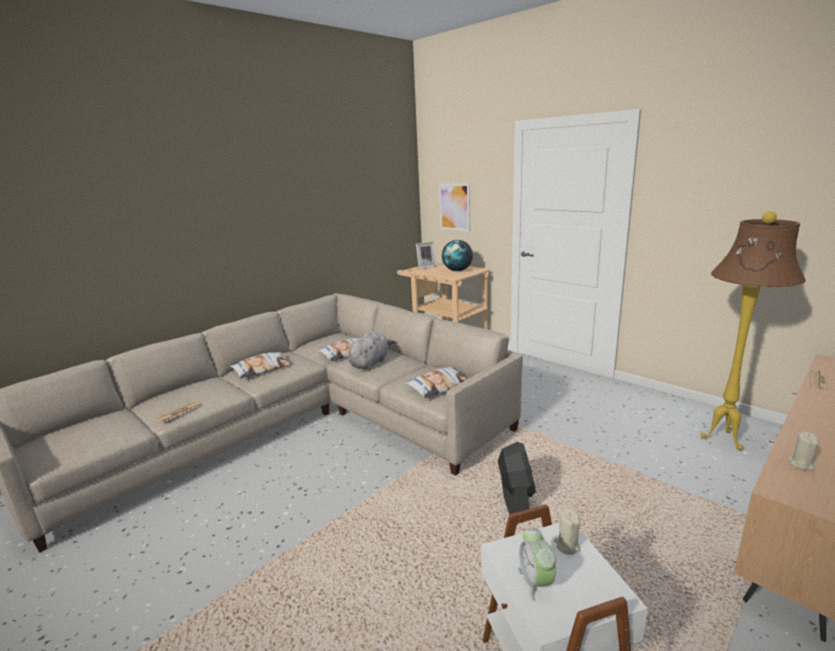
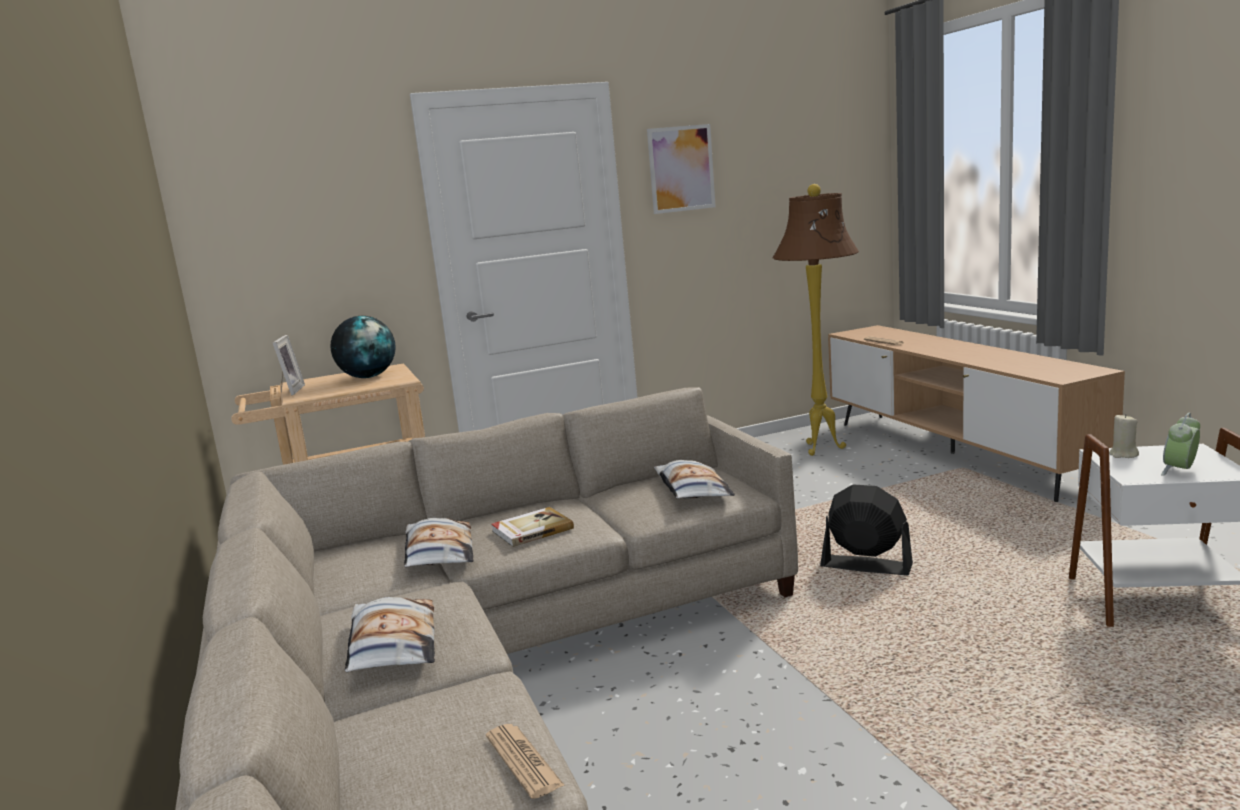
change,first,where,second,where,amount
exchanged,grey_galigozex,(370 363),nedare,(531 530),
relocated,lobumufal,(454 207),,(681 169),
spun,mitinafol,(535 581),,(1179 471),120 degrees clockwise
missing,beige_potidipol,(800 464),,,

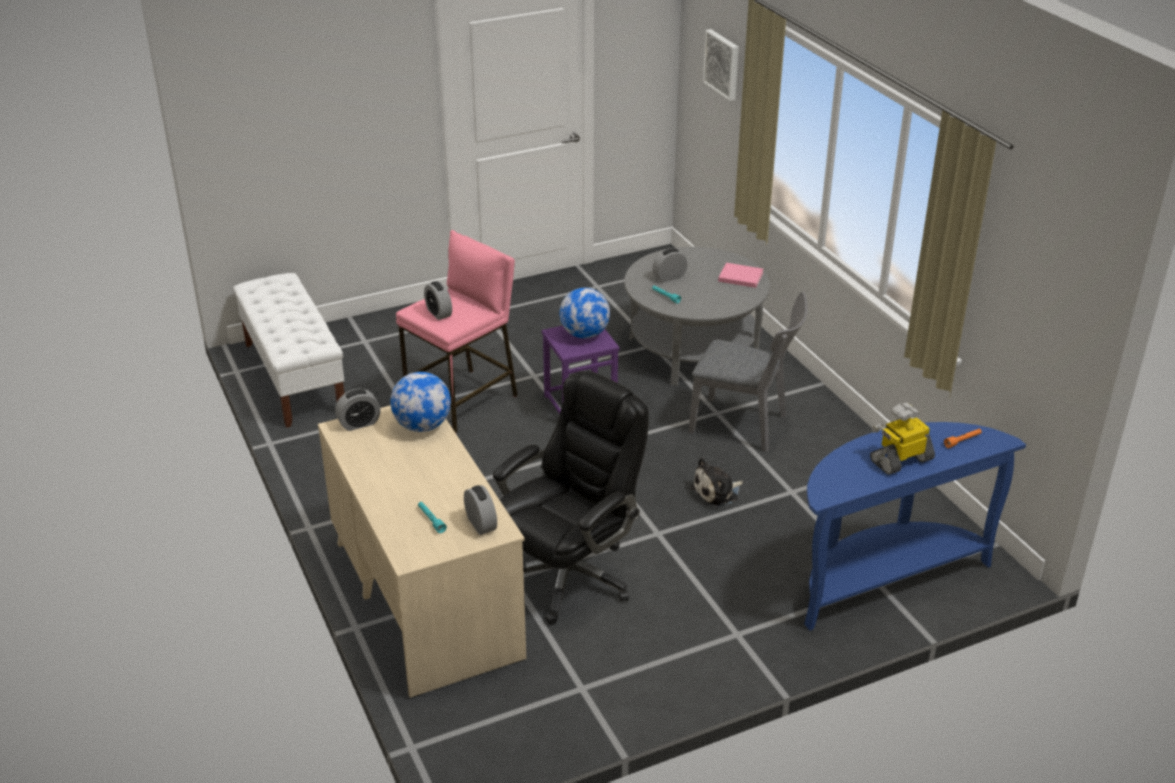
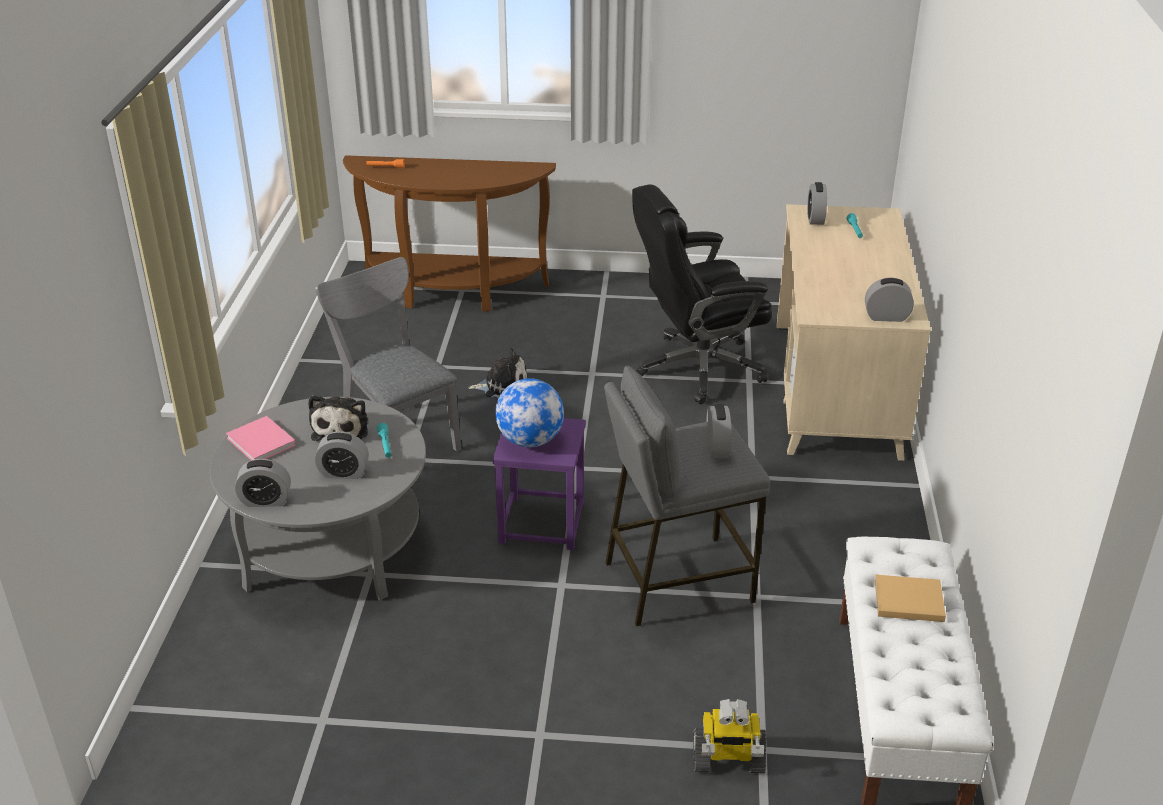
change,first,where,second,where,amount
missing,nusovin,(422 426),,,
colour,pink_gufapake,(463 400),grey_gufapake,(677 581),
missing,lobumufal,(723 64),,,
colour,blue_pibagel,(884 577),brown_pibagel,(452 292),
relocated,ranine,(900 460),,(728 759),
appeared,,,mitinafol,(265 500),
appeared,,,galigozex,(342 427),
appeared,,,beige_nedare,(906 600),

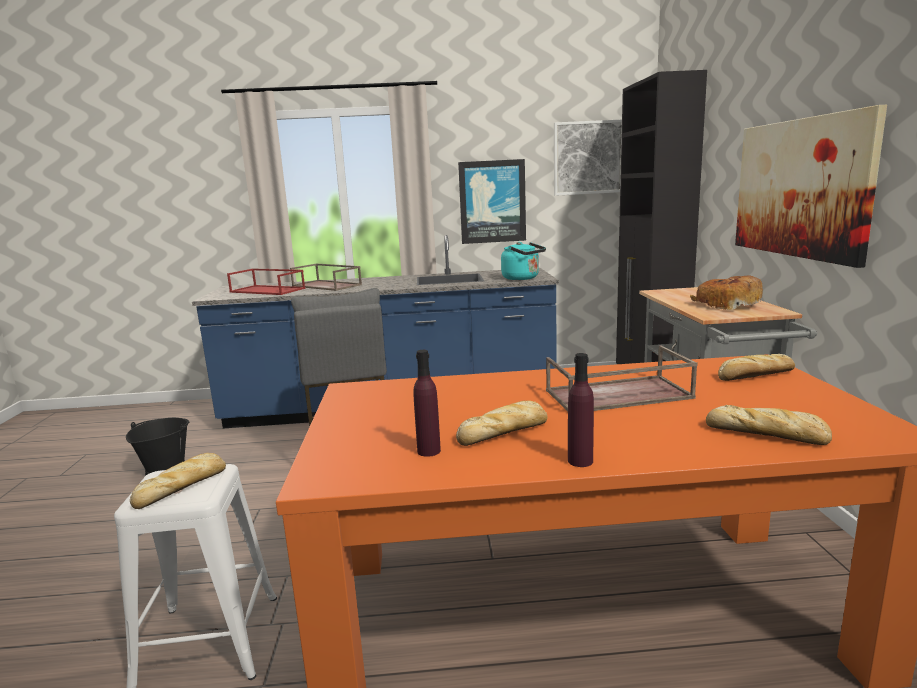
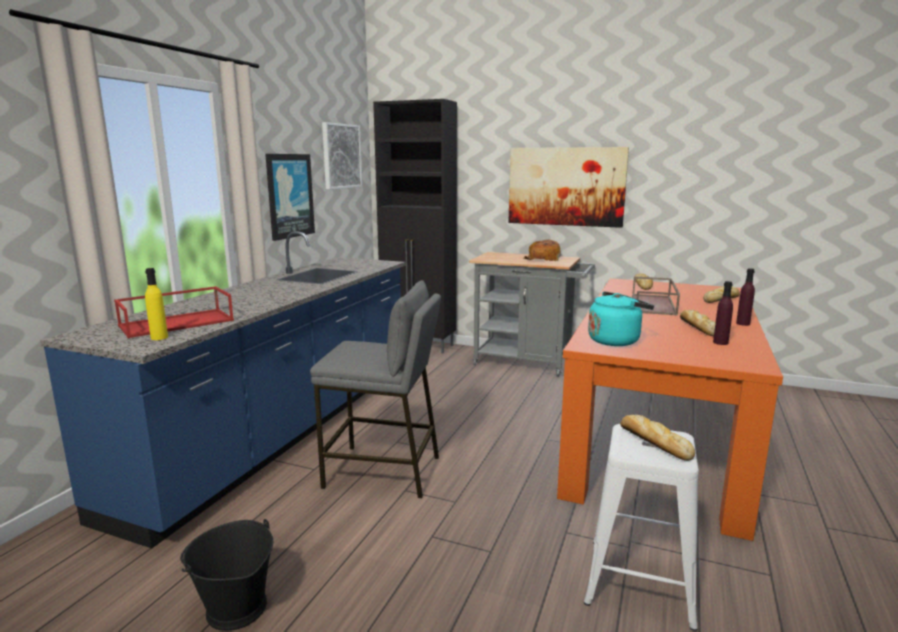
change,first,where,second,where,amount
missing,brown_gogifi,(327 285),,,
relocated,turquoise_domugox,(522 278),,(616 340),
appeared,,,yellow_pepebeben,(159 337),

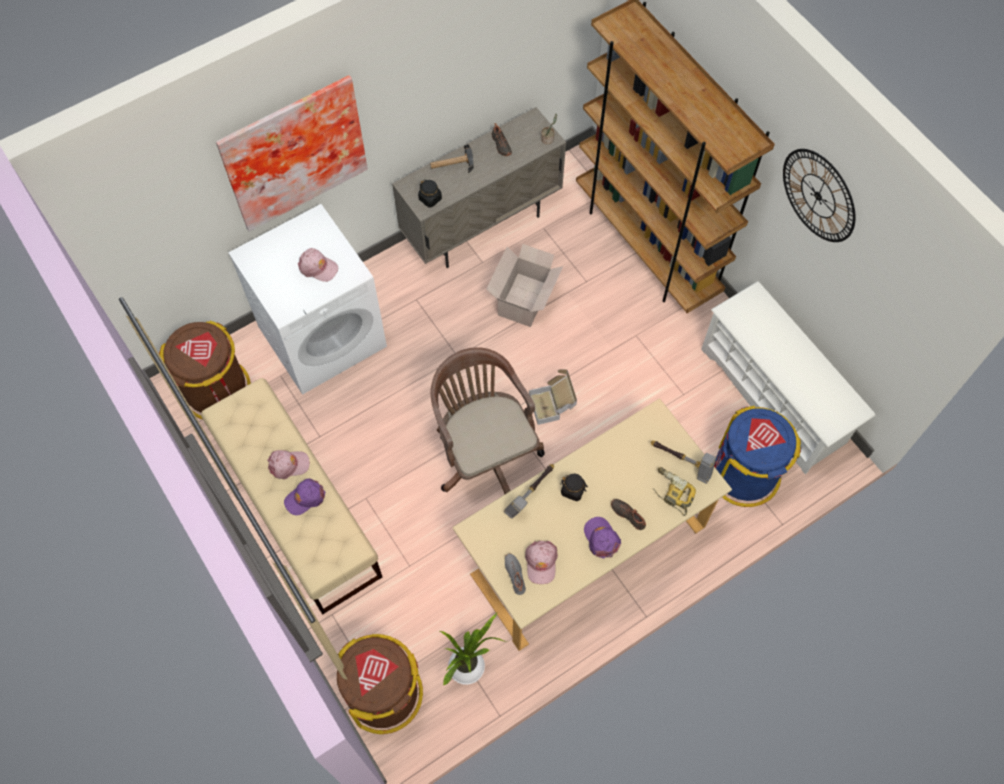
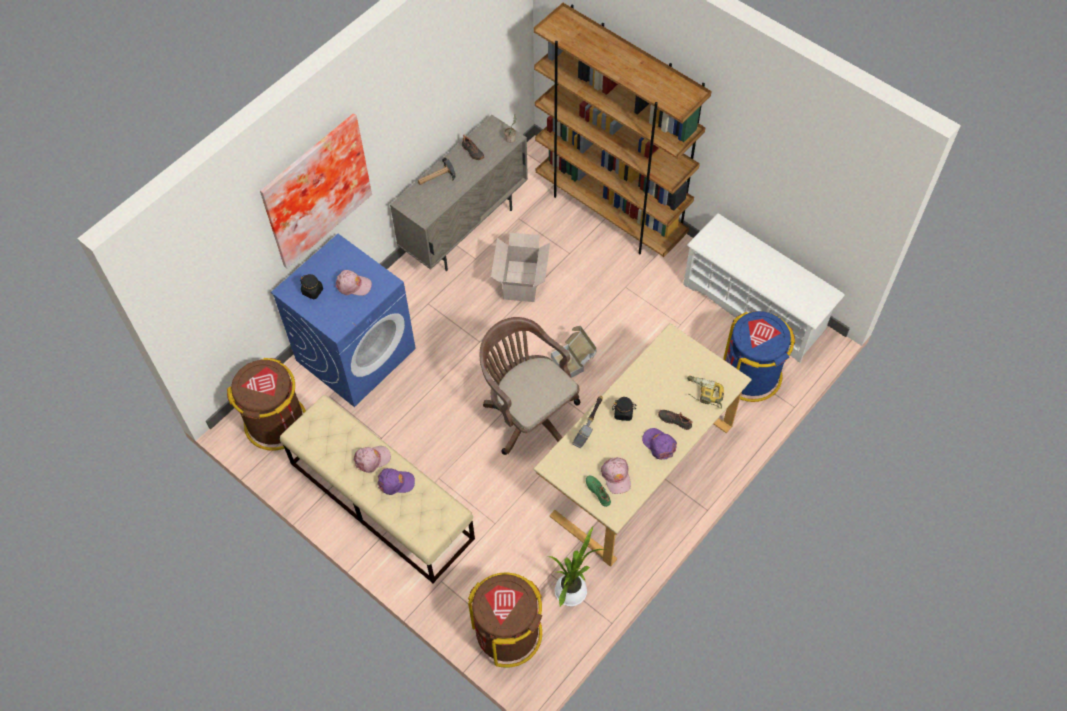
change,first,where,second,where,amount
colour,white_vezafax,(322 336),blue_vezafax,(356 354),
spun,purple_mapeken,(305 498),,(396 482),135 degrees counterclockwise
relocated,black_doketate,(430 199),,(313 291),
colour,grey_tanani,(516 575),green_tanani,(598 491),
missing,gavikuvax,(682 463),,,
missing,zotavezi,(818 195),,,

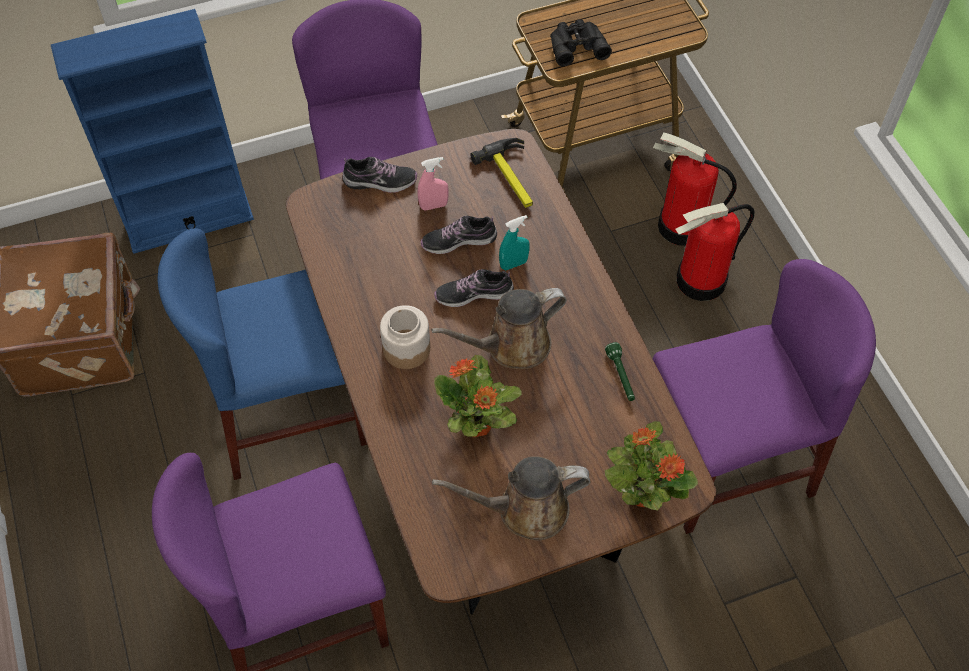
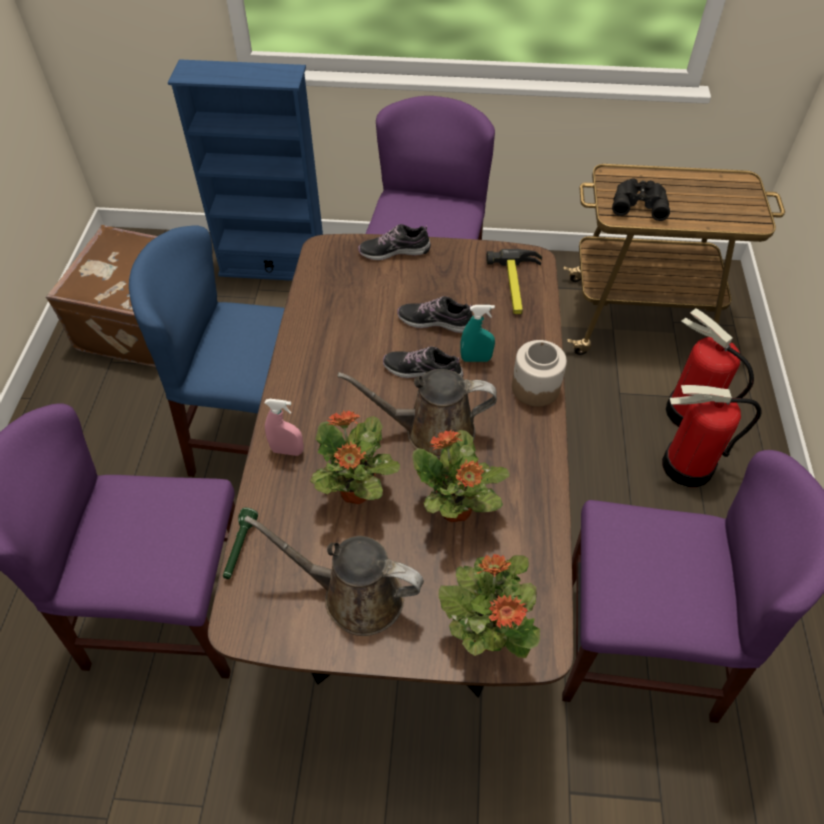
change,first,where,second,where,amount
spun,tanani,(380 181),,(394 251),150 degrees clockwise
relocated,doketate,(406 348),,(535 387),
relocated,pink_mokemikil,(433 206),,(287 451),
relocated,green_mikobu,(621 376),,(240 548),
appeared,,,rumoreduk,(456 510),

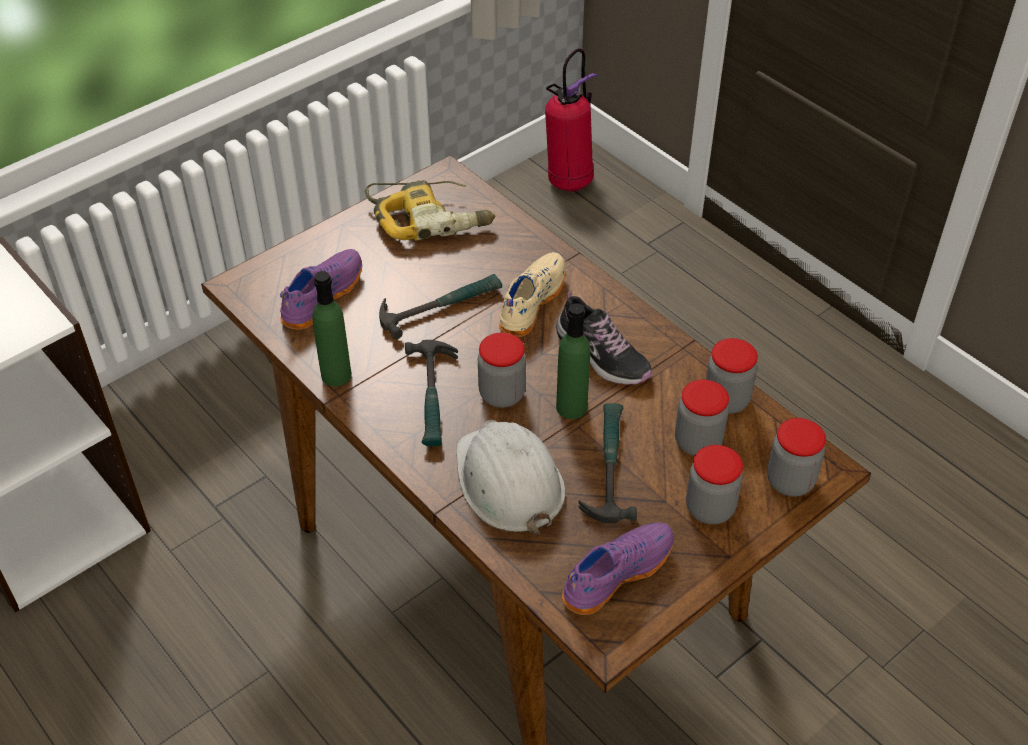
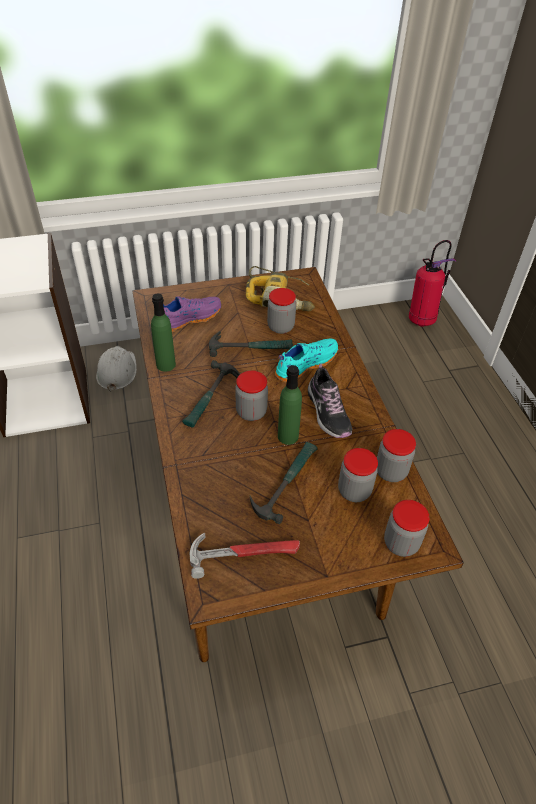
change,first,where,second,where,amount
relocated,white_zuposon,(508 481),,(117 371),
colour,beige_tanani,(530 302),turquoise_tanani,(305 364),
exchanged,purple_tanani,(615 573),gavikuvax,(245 552),
relocated,doketate,(710 508),,(280 327),

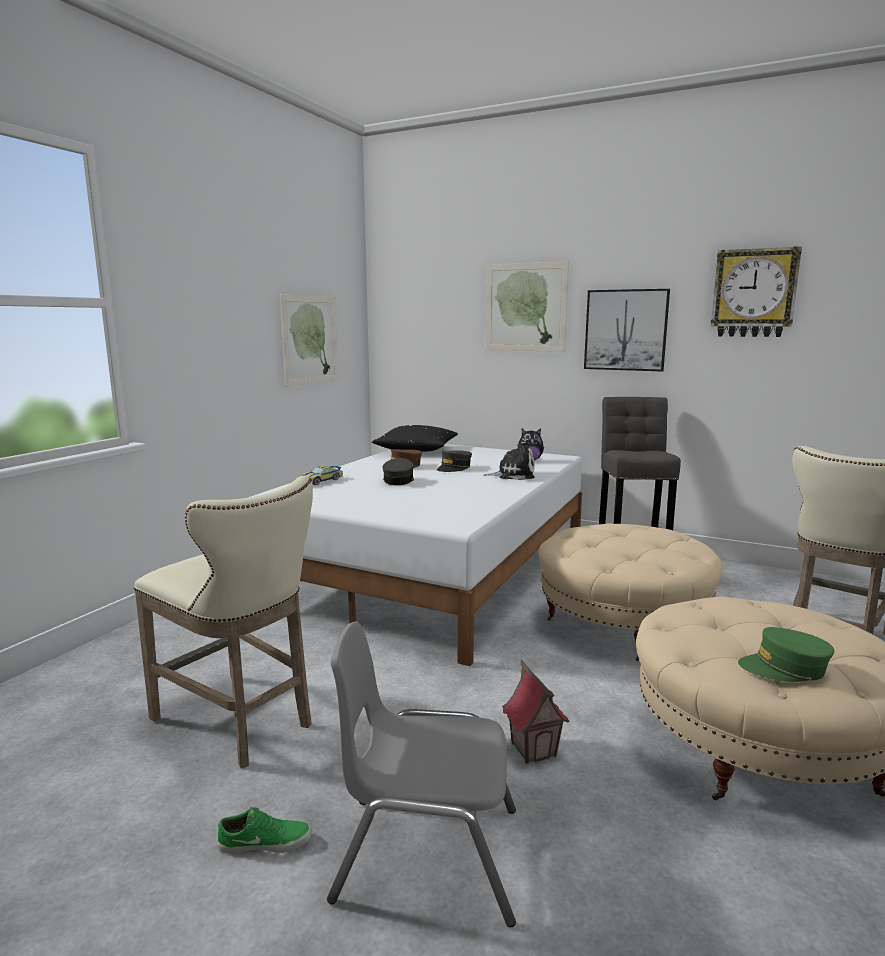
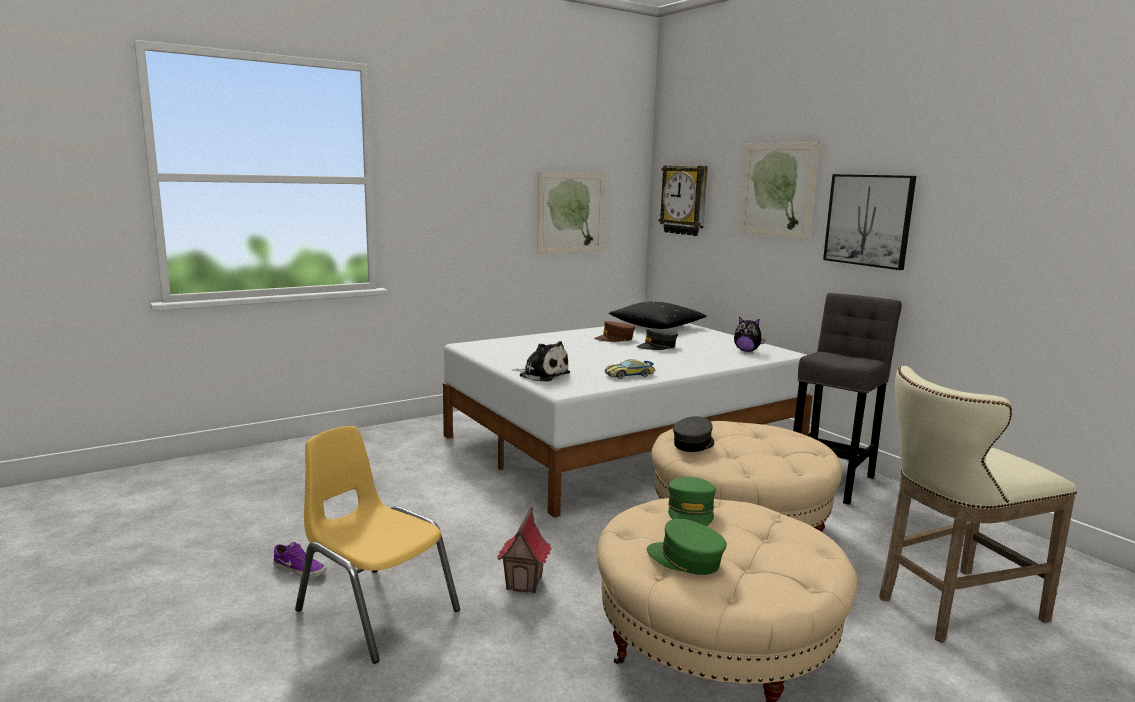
change,first,where,second,where,amount
missing,beige_gufapake,(239 723),,,
colour,green_tanani,(265 841),purple_tanani,(301 569),
relocated,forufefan,(321 481),,(629 375),
colour,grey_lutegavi,(427 854),yellow_lutegavi,(376 610),
relocated,grey_mapeken,(398 480),,(693 444),
relocated,galigozex,(513 475),,(542 375),
relocated,zotavezi,(754 293),,(684 200),
appeared,,,green_mapeken,(691 512),

